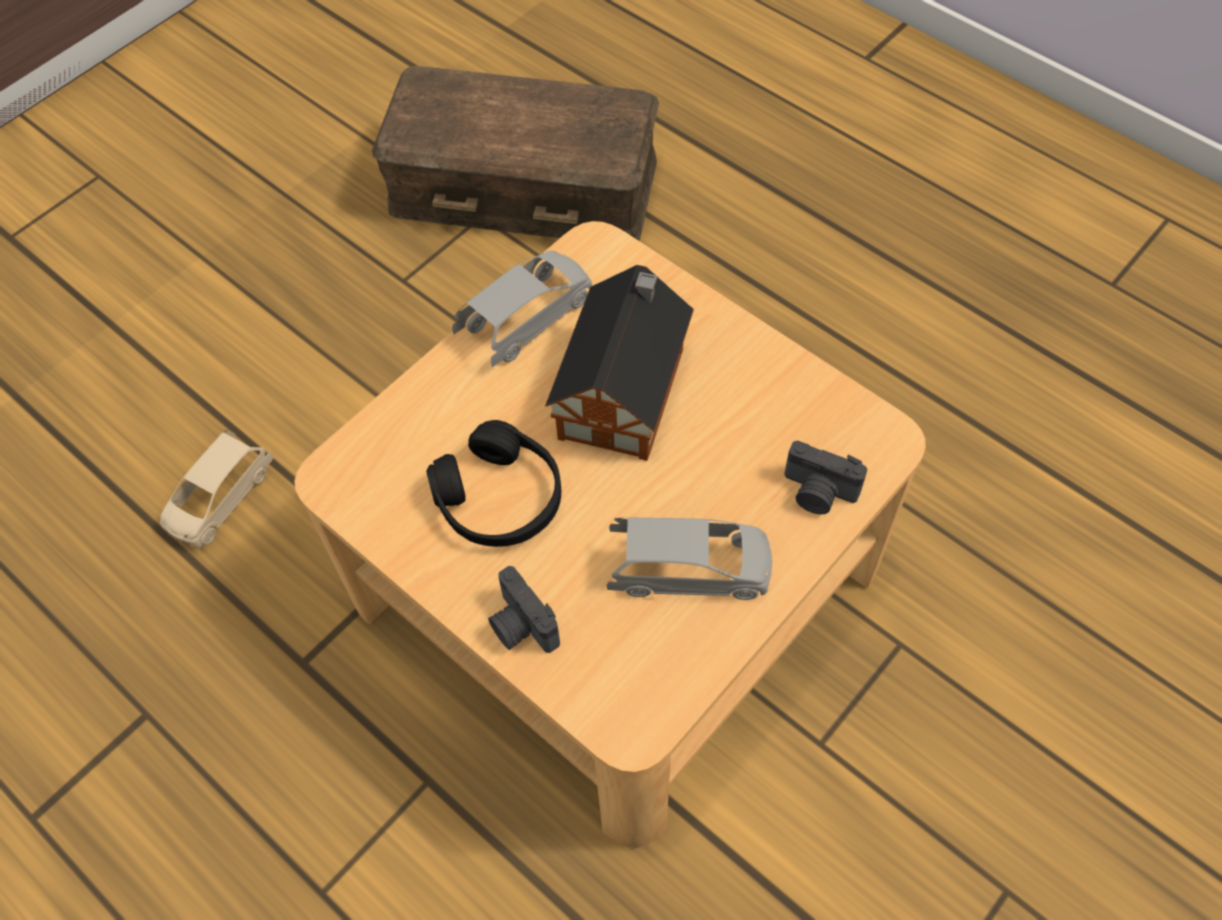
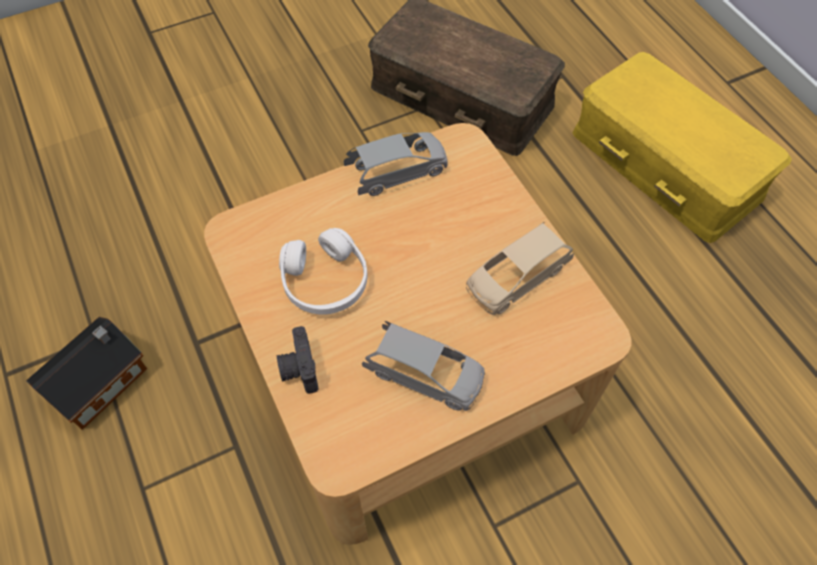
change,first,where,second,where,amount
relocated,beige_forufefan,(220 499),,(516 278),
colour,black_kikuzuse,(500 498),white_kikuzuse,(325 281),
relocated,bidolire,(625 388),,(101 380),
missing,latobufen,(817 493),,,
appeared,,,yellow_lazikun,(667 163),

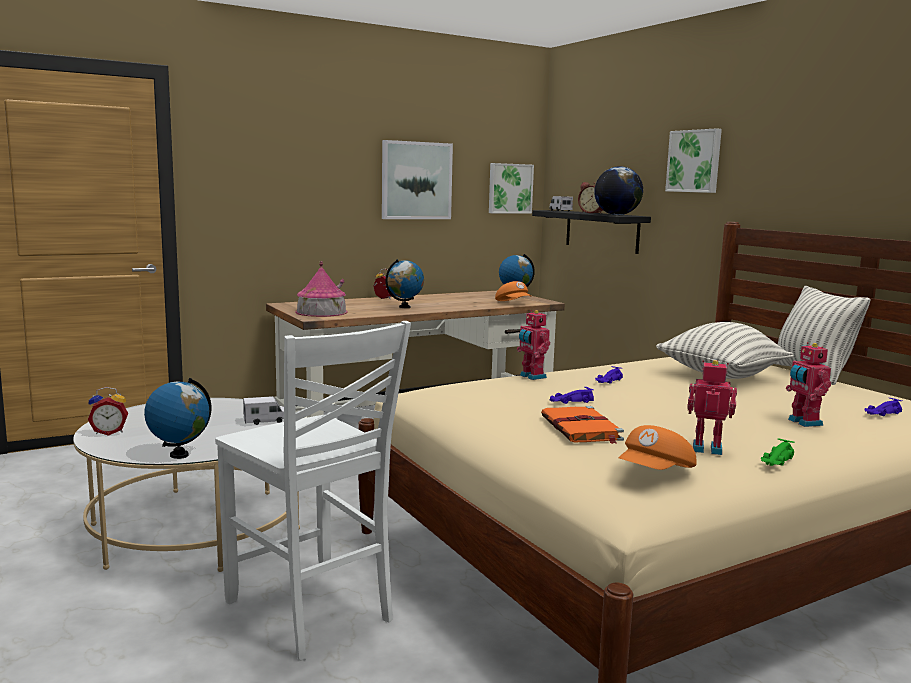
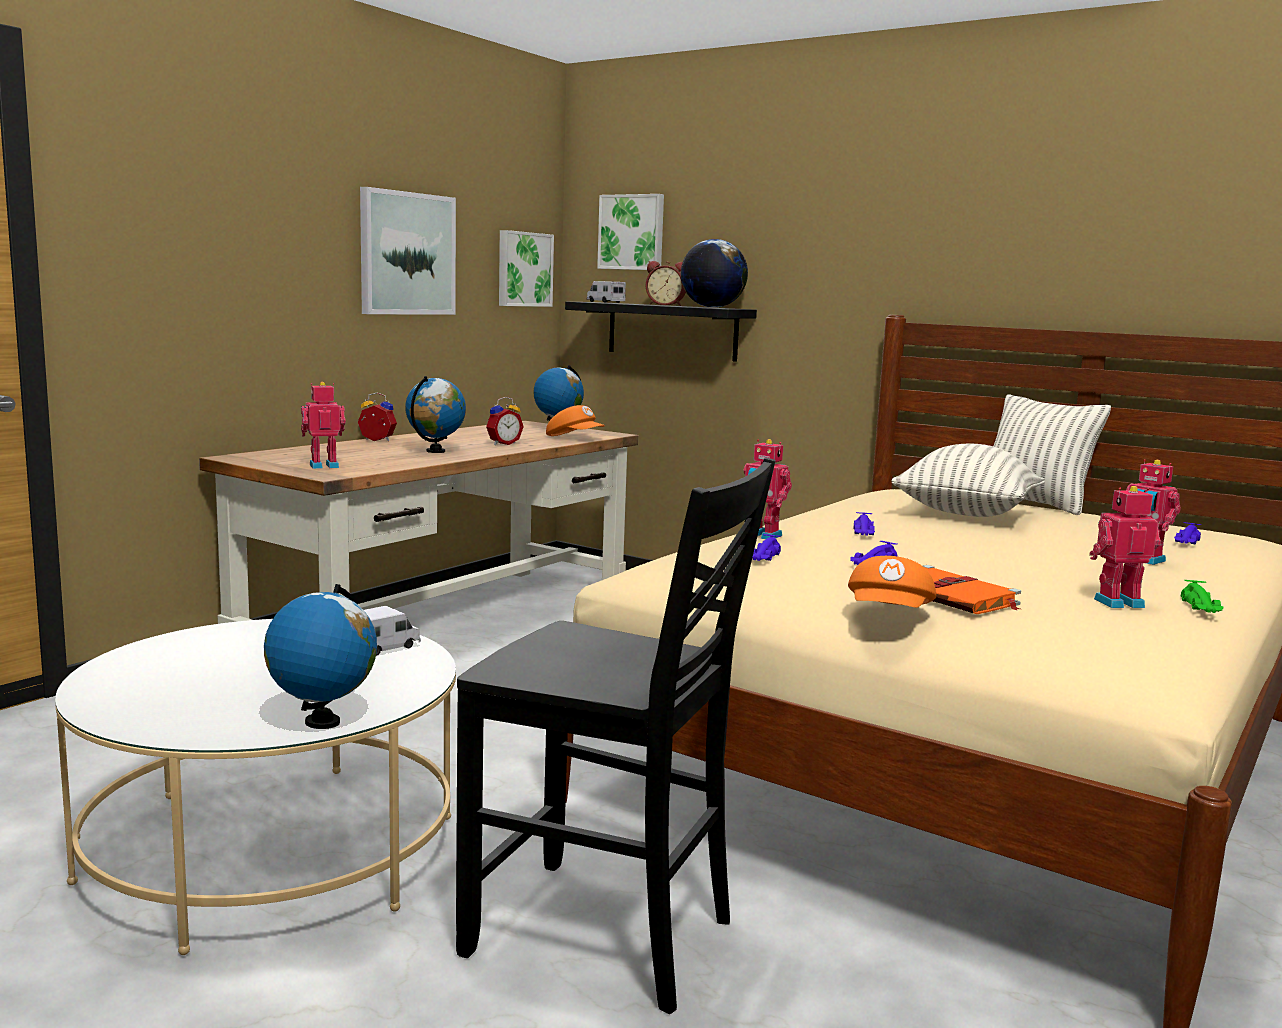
change,first,where,second,where,amount
relocated,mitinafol,(109 432),,(503 443),
colour,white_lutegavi,(311 611),black_lutegavi,(605 937),
exchanged,bidolire,(321 312),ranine,(323 466),
relocated,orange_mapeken,(656 473),,(890 616),
relocated,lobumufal,(695 161),,(632 232),
appeared,,,purple_forufefan,(763 558),

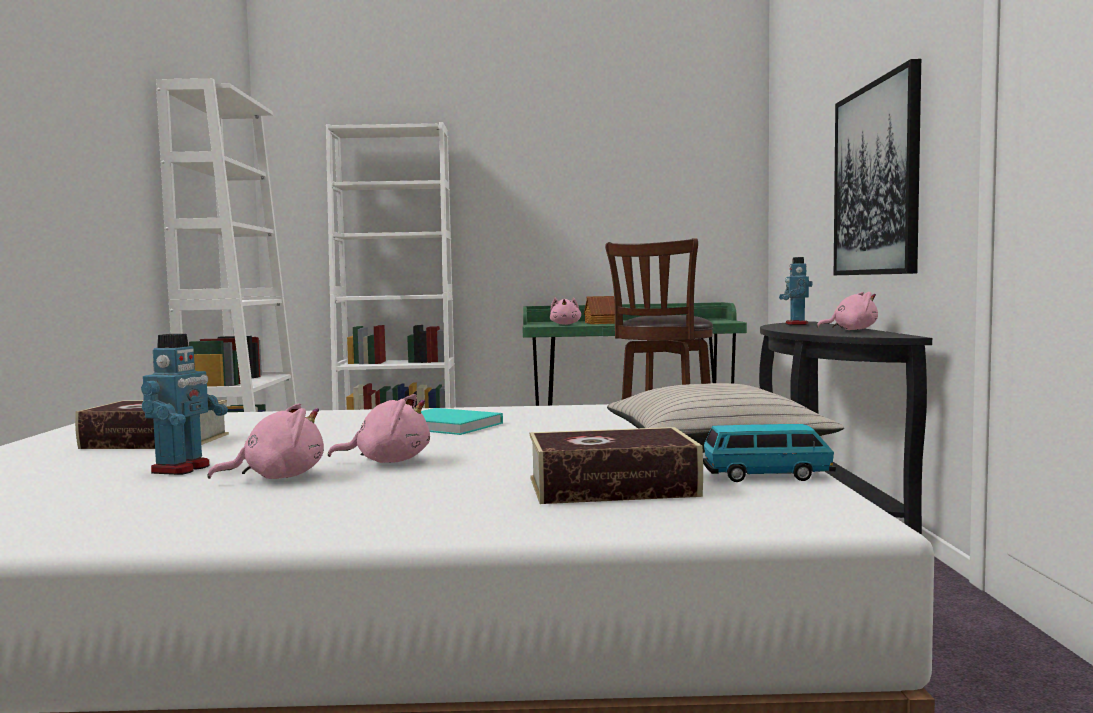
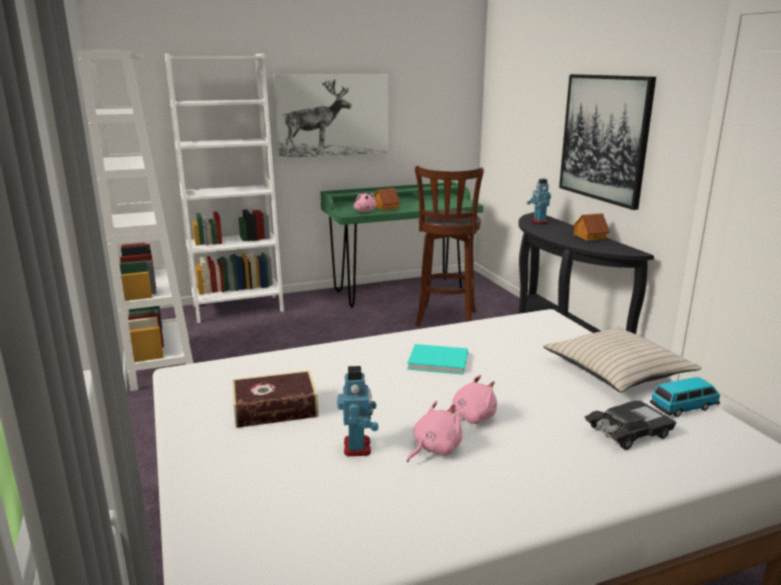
change,first,where,second,where,amount
exchanged,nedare,(612 487),black_forufefan,(628 432),
exchanged,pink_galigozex,(851 330),bidolire,(589 237),
appeared,,,lobumufal,(332 115),

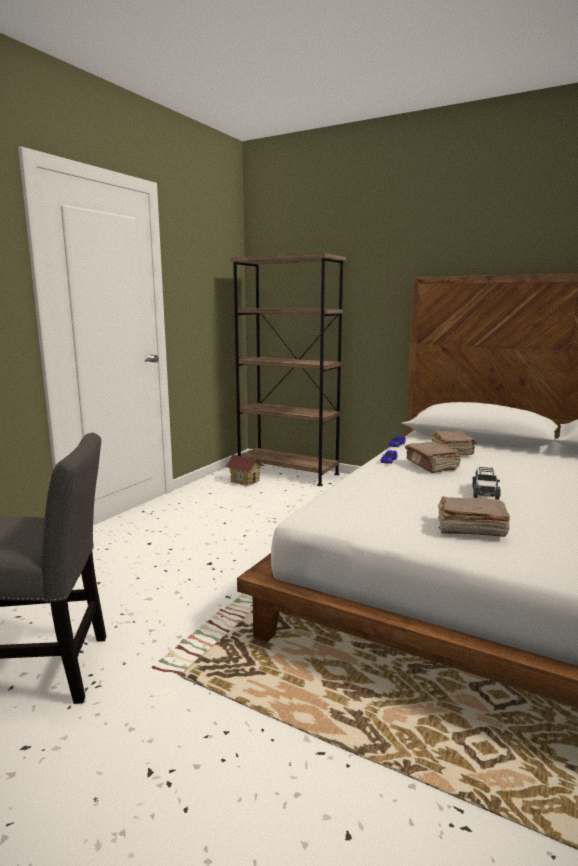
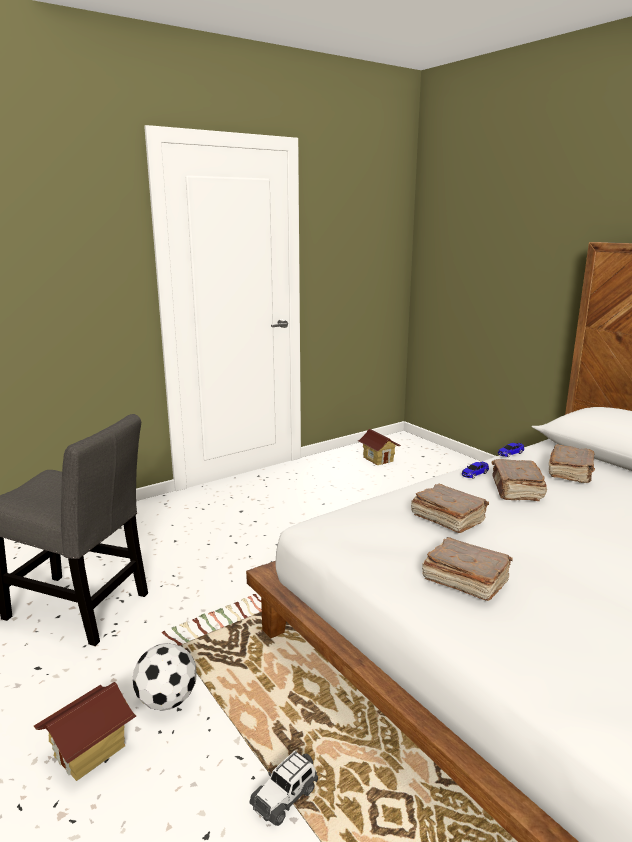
change,first,where,second,where,amount
missing,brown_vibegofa,(287 472),,,
relocated,forufefan,(485 493),,(285 797),
appeared,,,bidolire,(90 751),
appeared,,,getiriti,(166 700),
appeared,,,brown_nedare,(447 519),

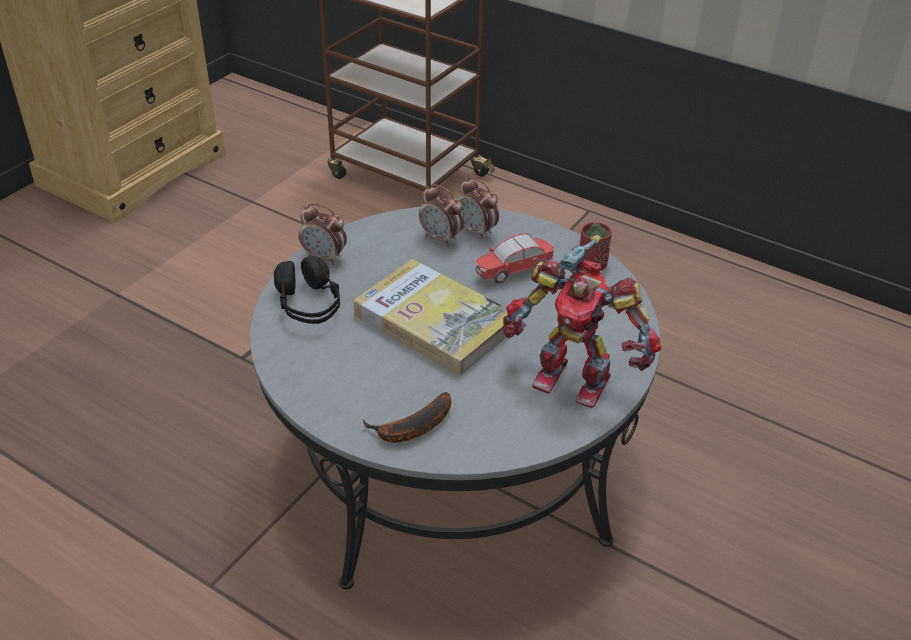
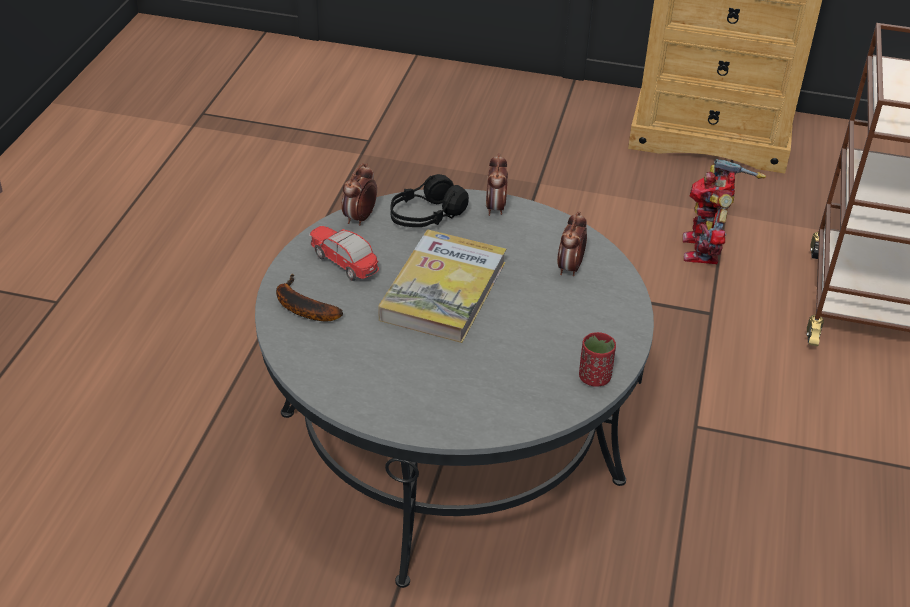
change,first,where,second,where,amount
relocated,mitinafol,(477 231),,(360 218),
relocated,forufefan,(514 271),,(344 264),
relocated,ranine,(573 378),,(704 249),

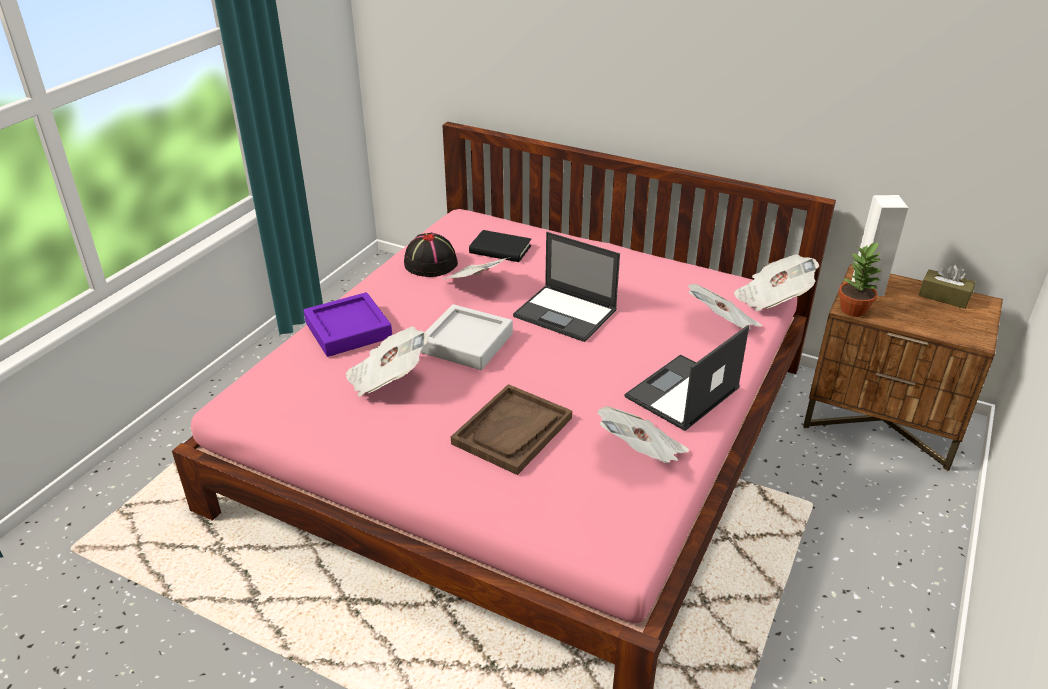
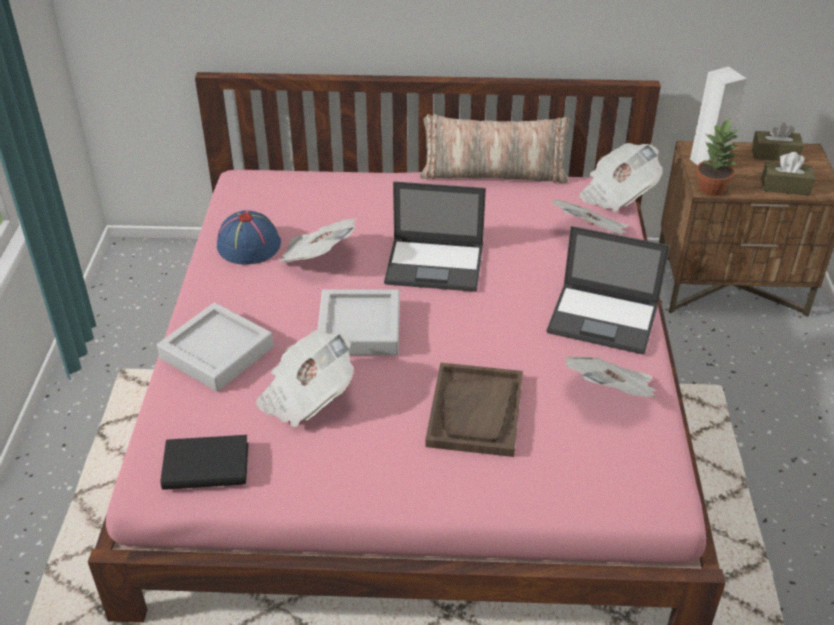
change,first,where,second,where,amount
colour,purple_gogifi,(348 330),grey_gogifi,(217 353),
colour,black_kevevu,(430 263),blue_kevevu,(248 245),
relocated,black_nedare,(500 249),,(206 467),
spun,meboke,(681 393),,(604 319),90 degrees counterclockwise
appeared,,,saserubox,(493 174),
appeared,,,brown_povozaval,(785 186),

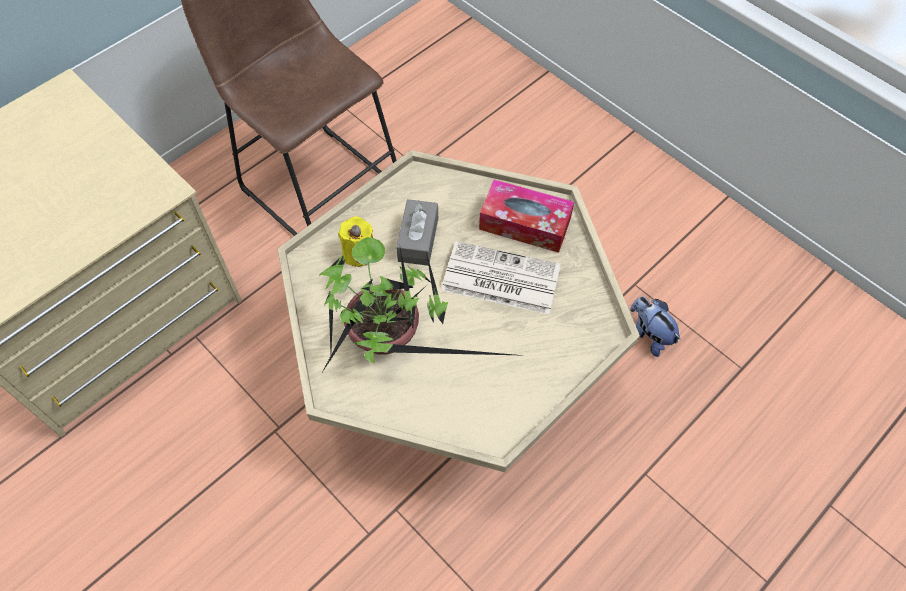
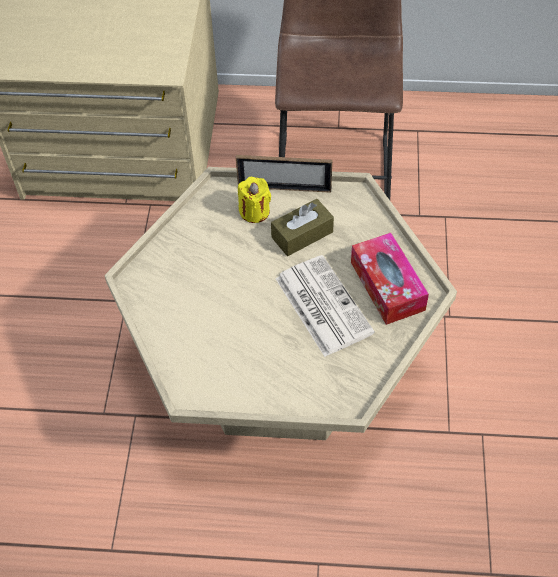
change,first,where,second,where,amount
missing,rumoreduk,(389 337),,,
colour,grey_povozaval,(418 239),brown_povozaval,(302 235),
missing,galigozex,(649 334),,,
appeared,,,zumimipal,(284 188),

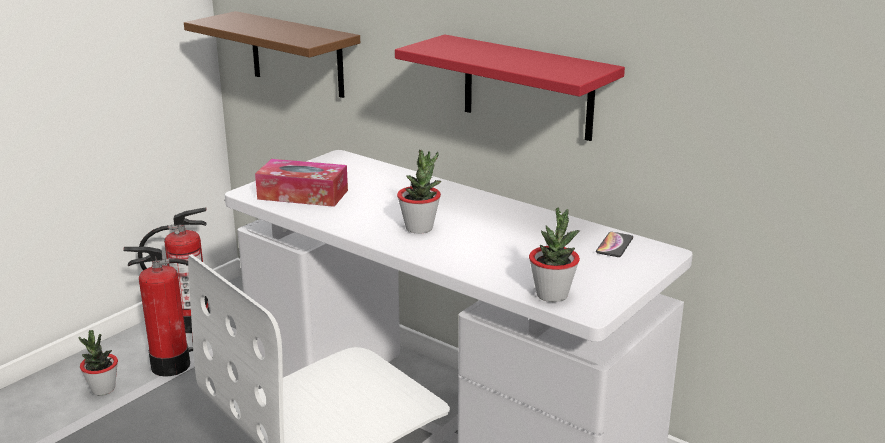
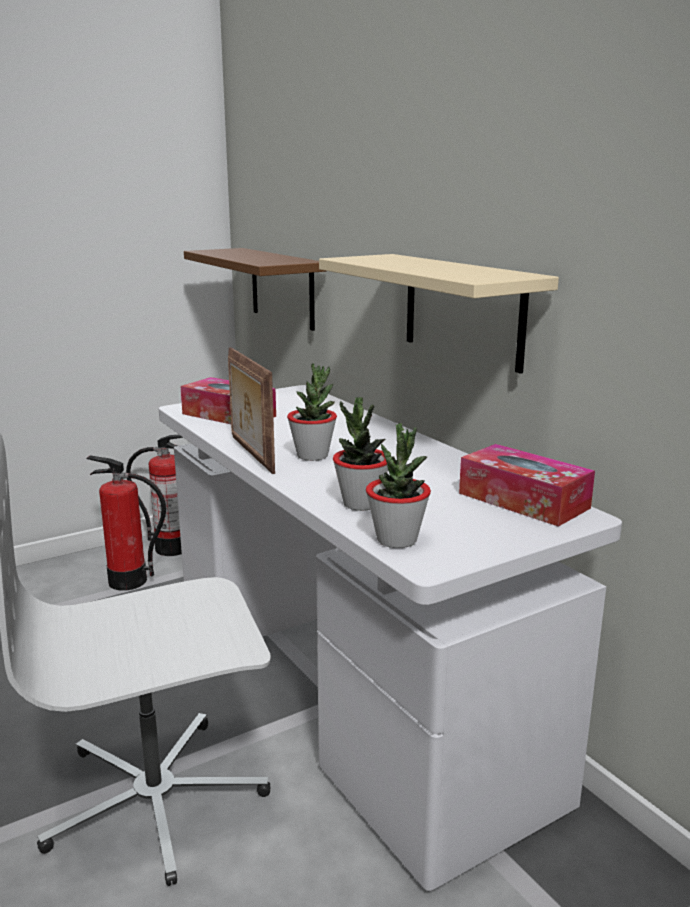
change,first,where,second,where,amount
relocated,rumoreduk,(103 389),,(361 504),
colour,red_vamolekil,(527 87),beige_vamolekil,(463 310),
exchanged,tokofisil,(614 245),povozaval,(523 500),
appeared,,,zumimipal,(250 454),

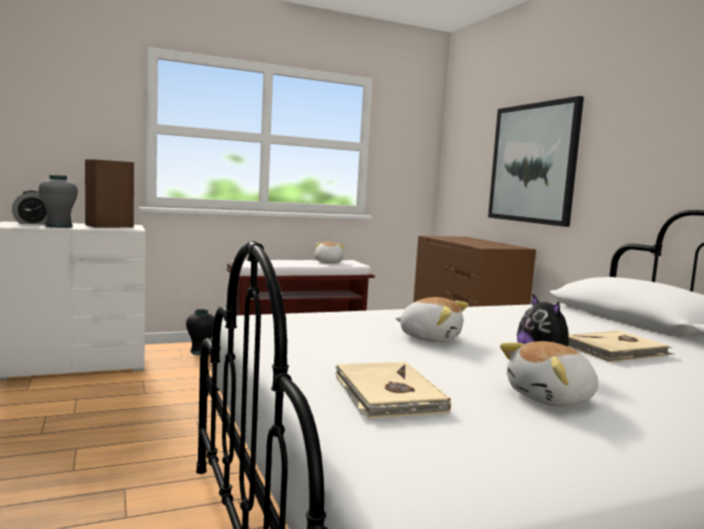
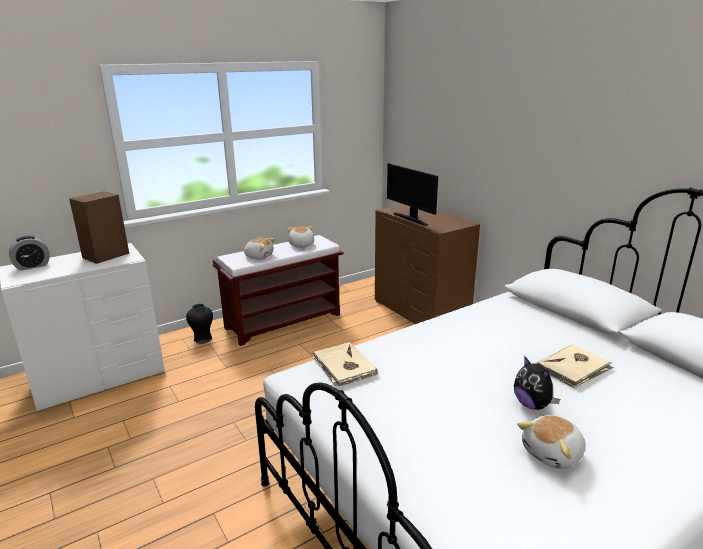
change,first,where,second,where,amount
missing,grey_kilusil,(59 226),,,
relocated,beige_nedare,(386 394),,(343 367),
relocated,galigozex,(430 337),,(259 256),
missing,lobumufal,(533 163),,,
appeared,,,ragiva,(411 219),

